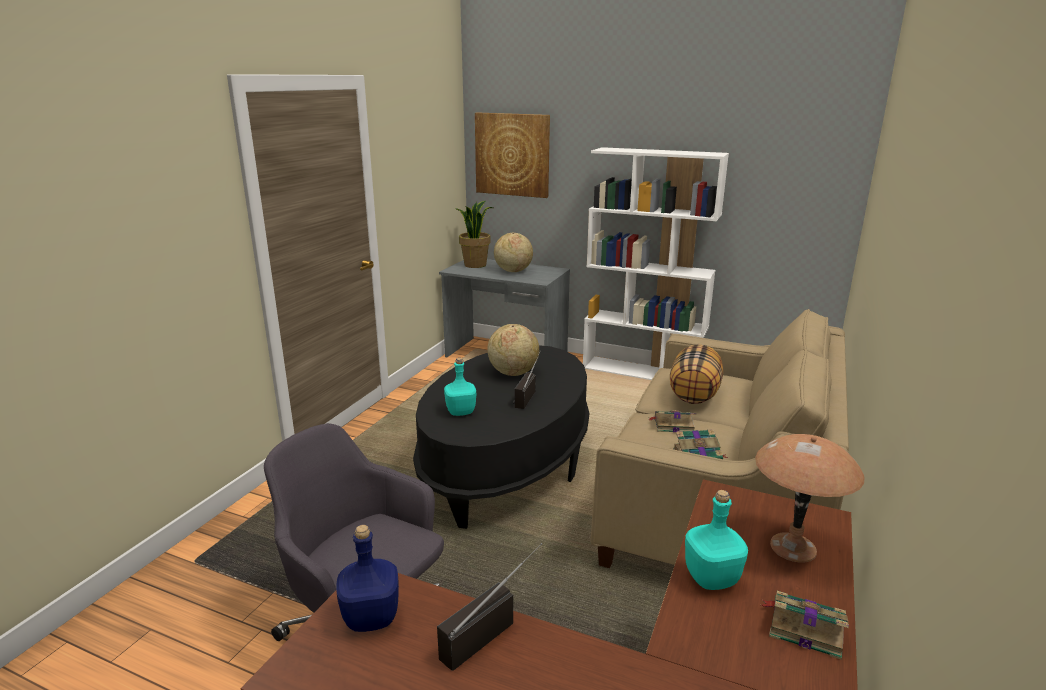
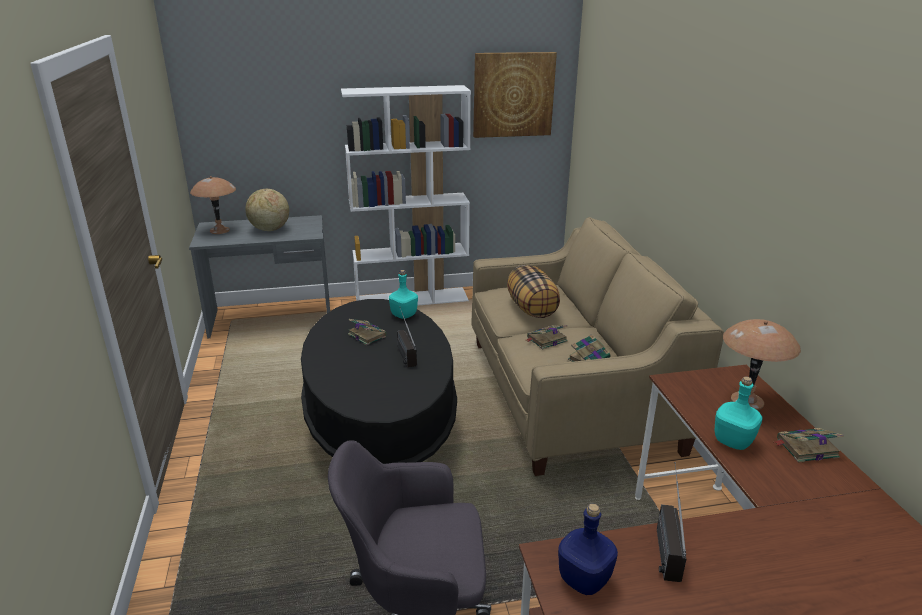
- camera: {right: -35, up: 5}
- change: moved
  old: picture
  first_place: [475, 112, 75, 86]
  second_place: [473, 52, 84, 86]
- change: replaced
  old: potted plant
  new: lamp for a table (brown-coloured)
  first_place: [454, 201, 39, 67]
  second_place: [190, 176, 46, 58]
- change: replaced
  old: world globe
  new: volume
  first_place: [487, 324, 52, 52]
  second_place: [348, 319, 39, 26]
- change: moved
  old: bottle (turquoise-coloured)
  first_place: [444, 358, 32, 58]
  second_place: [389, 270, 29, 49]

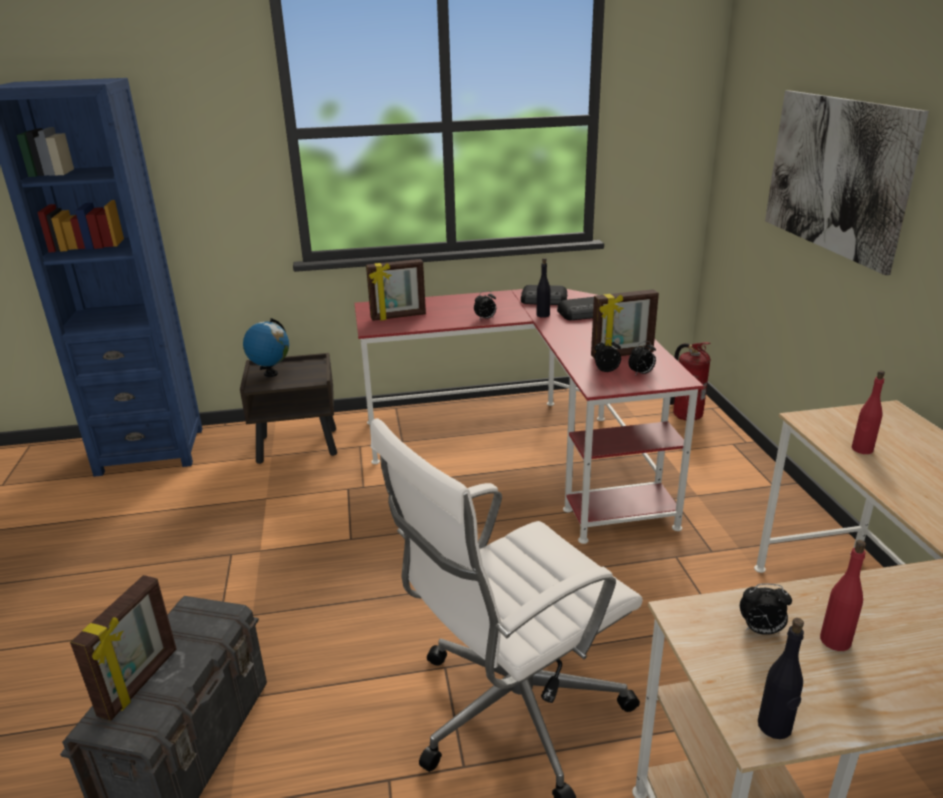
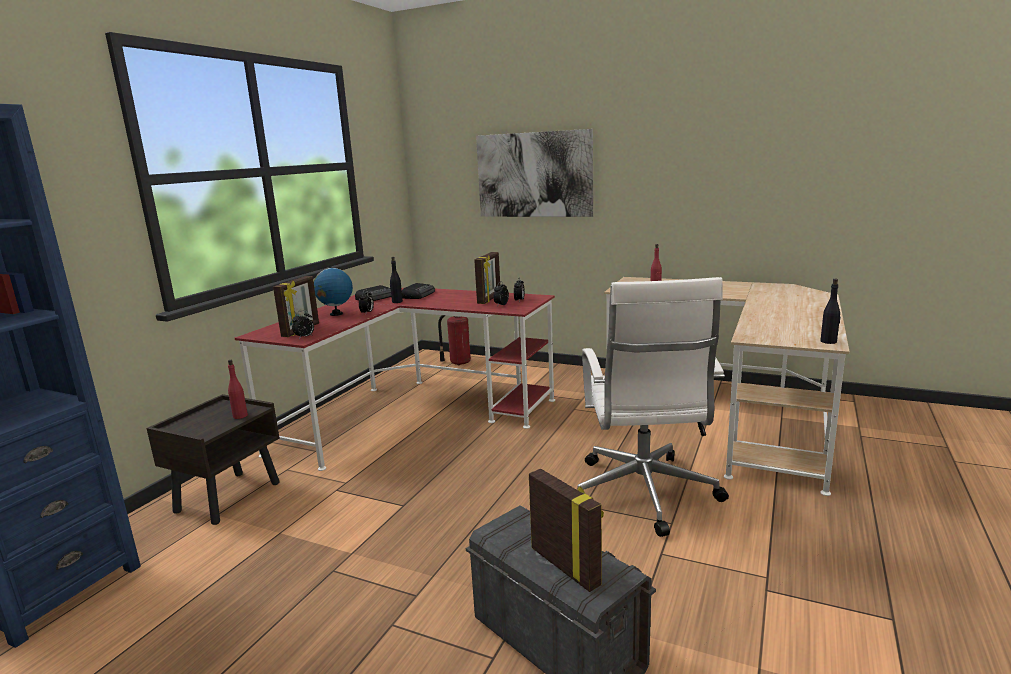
- camera: {right: -55, up: -10}
- change: moved
  old: world globe
  first_place: [243, 318, 46, 59]
  second_place: [314, 265, 39, 51]
- change: moved
  old: bottle (red)
  first_place: [820, 540, 46, 111]
  second_place: [228, 360, 20, 59]
- change: moved
  old: table clock
  first_place: [740, 583, 52, 52]
  second_place: [292, 310, 22, 29]

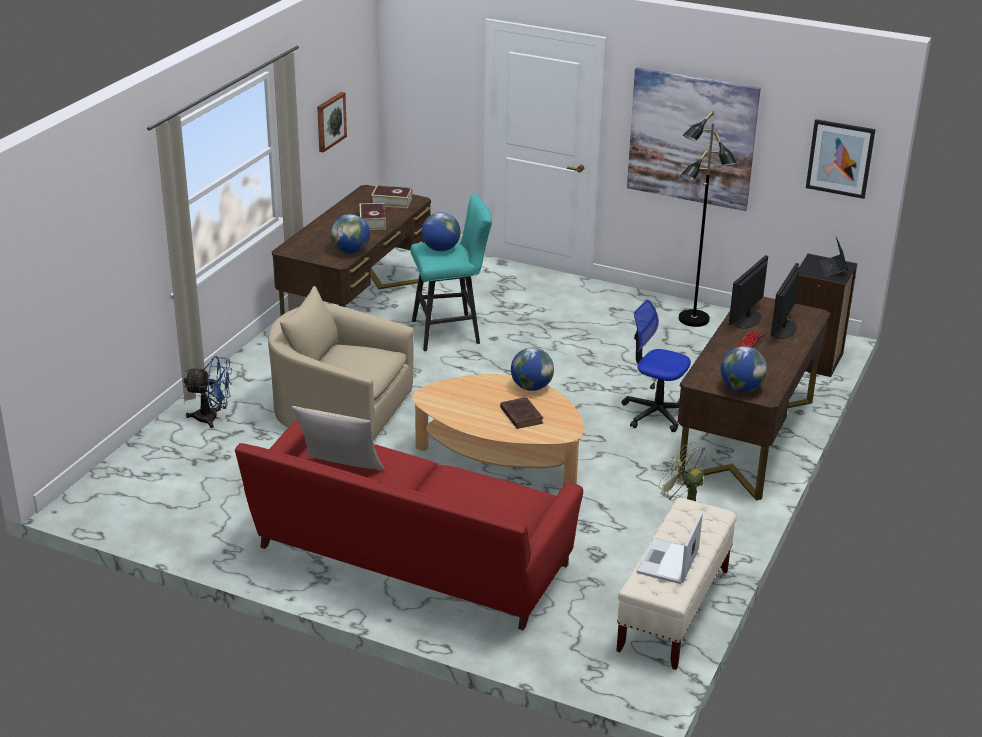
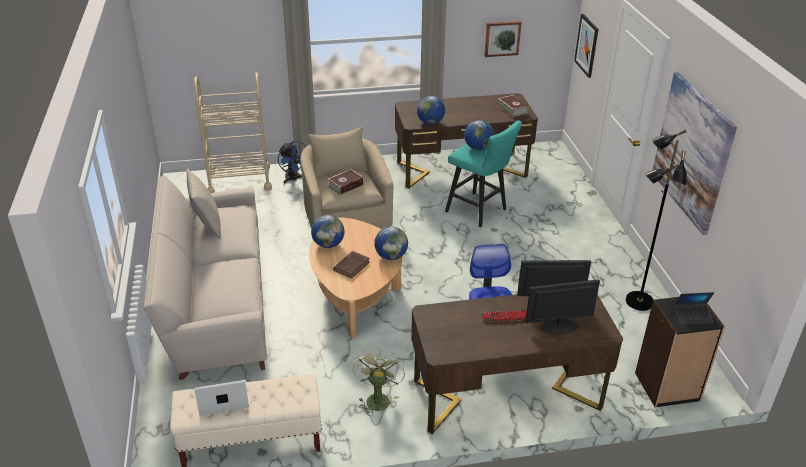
- camera: {right: 55, up: 5}
- change: moved
  old: picture
  first_place: [806, 119, 70, 80]
  second_place: [574, 14, 24, 64]
- change: moved
  old: volume
  first_place: [360, 203, 26, 27]
  second_place: [328, 169, 36, 26]
- change: turned
  old: notebook computer
  first_place: [819, 237, 29, 40]
  second_place: [674, 292, 40, 33]
  degrees: -150
- change: moved
  old: world globe
  first_place: [721, 346, 46, 46]
  second_place: [311, 215, 33, 33]
- change: recoloured
  old: settee (red)
  new: settee (beige)
  first_place: [235, 420, 348, 210]
  second_place: [143, 176, 124, 204]
- change: added
  new: trolley (beige)
  second_place: [194, 72, 78, 121]

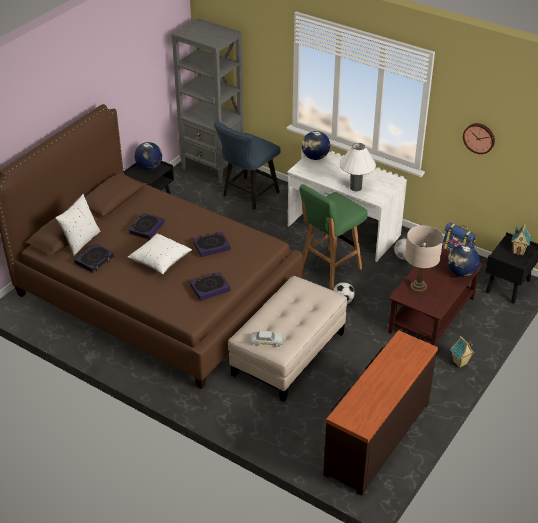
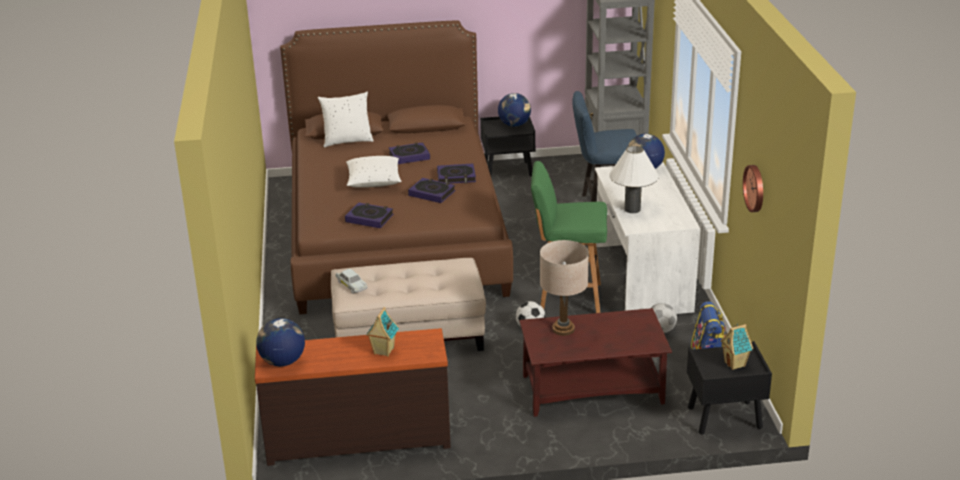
- camera: {right: 50, up: -10}
- change: moved
  old: volume
  first_place: [74, 244, 41, 29]
  second_place: [437, 164, 39, 20]
- change: moved
  old: world globe
  first_place: [447, 245, 33, 32]
  second_place: [256, 318, 49, 48]
- change: moved
  old: miniature house
  first_place: [451, 336, 24, 32]
  second_place: [366, 307, 33, 50]

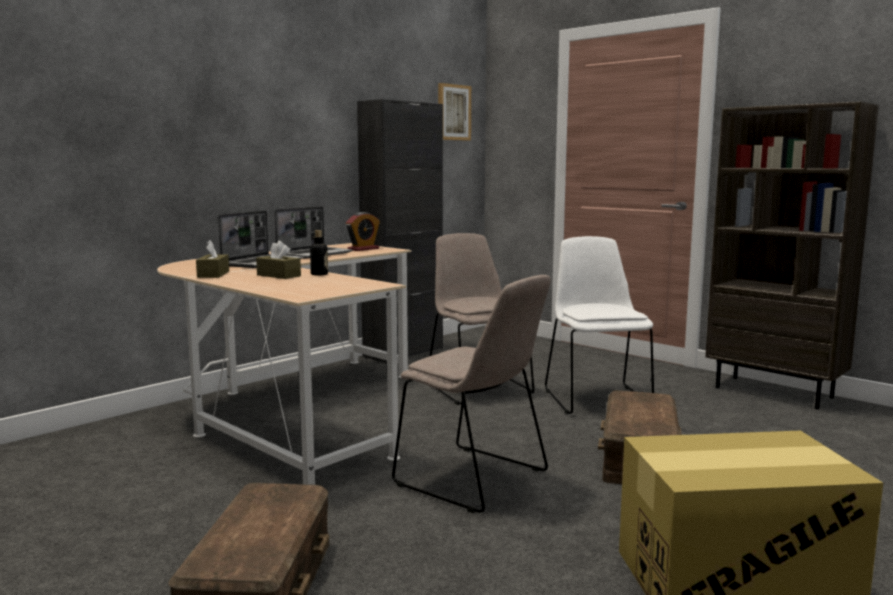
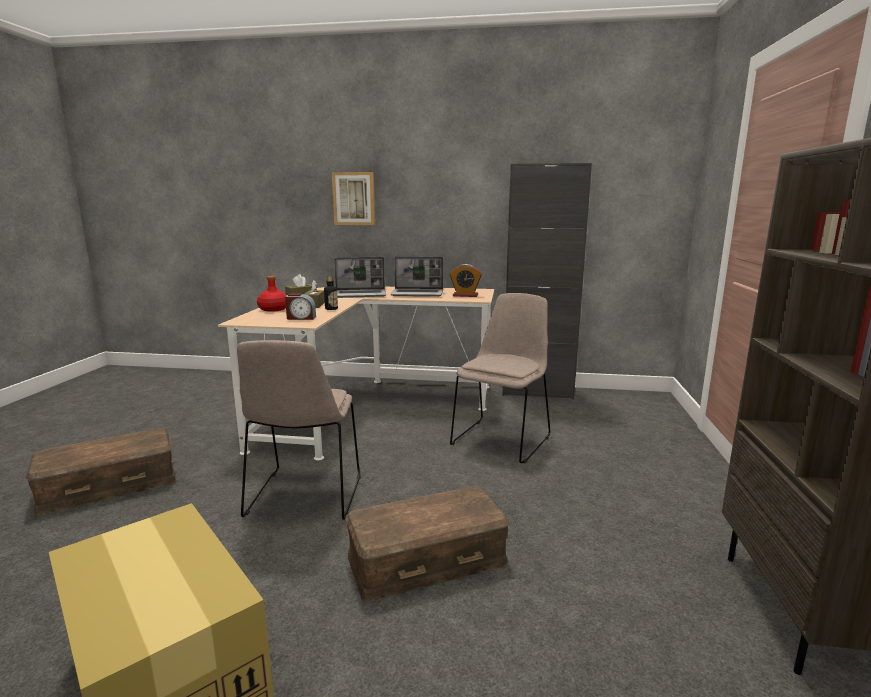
- camera: {right: 55, up: 5}
- change: moved
  old: picture
  first_place: [438, 83, 33, 58]
  second_place: [332, 172, 43, 53]
- change: removed
  old: upright chair (white)
  first_place: [545, 236, 109, 178]
- change: added
  new: bottle (red)
  second_place: [257, 276, 30, 36]
- change: added
  new: table clock
  second_place: [285, 294, 31, 26]

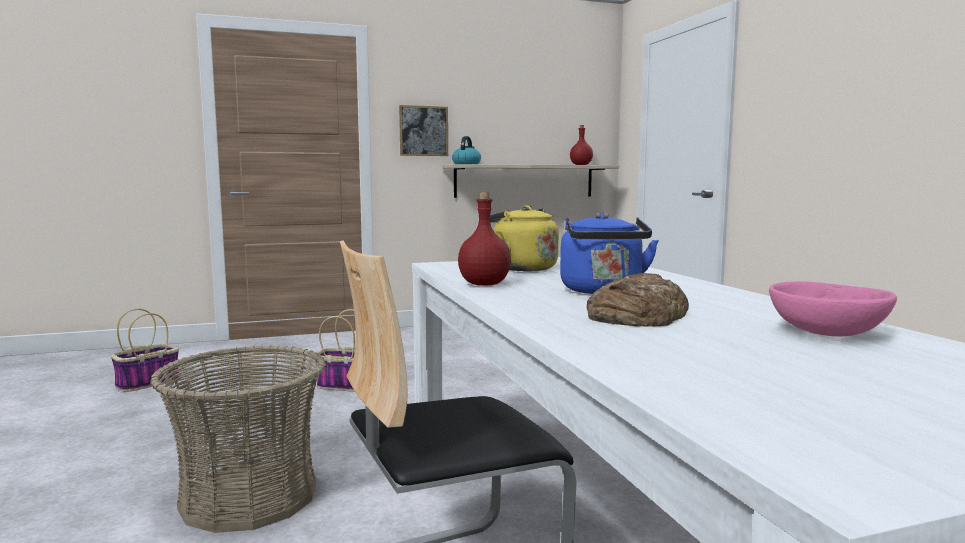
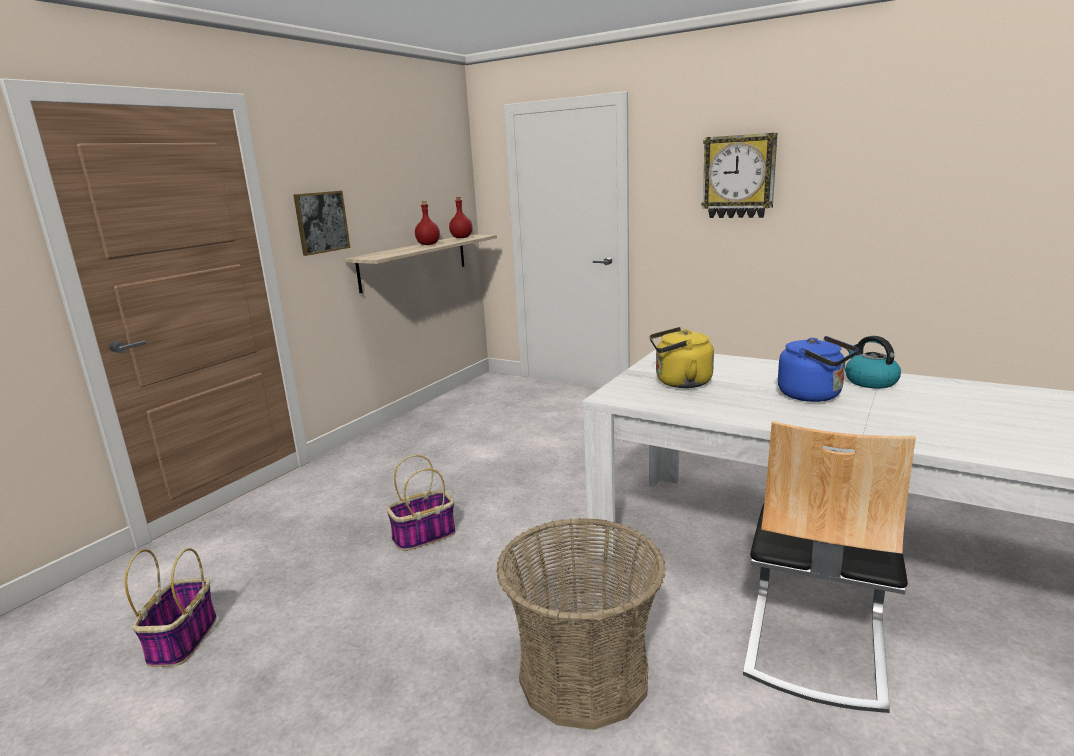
- camera: {right: -40, up: 10}
- change: moved
  old: tea kettle
  first_place: [452, 136, 29, 28]
  second_place: [845, 336, 56, 53]
- change: moved
  old: bottle (red)
  first_place: [458, 192, 53, 94]
  second_place: [415, 201, 25, 44]
- change: removed
  old: bakery bread
  first_place: [587, 273, 102, 54]
- change: removed
  old: serving bowl (pink-coloured)
  first_place: [769, 281, 128, 55]
- change: added
  new: wall clock
  second_place: [701, 133, 76, 85]

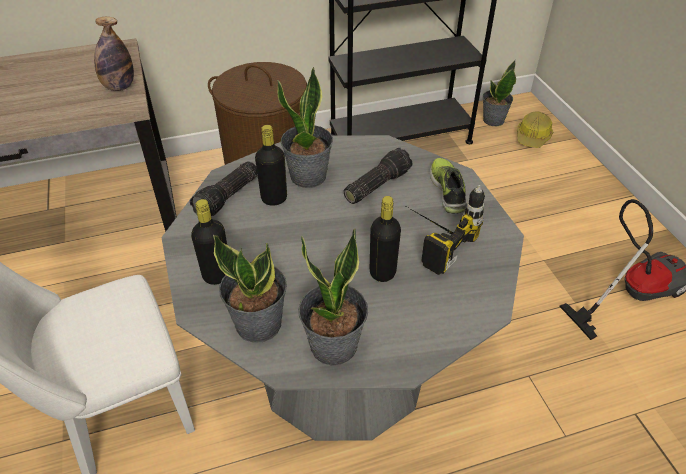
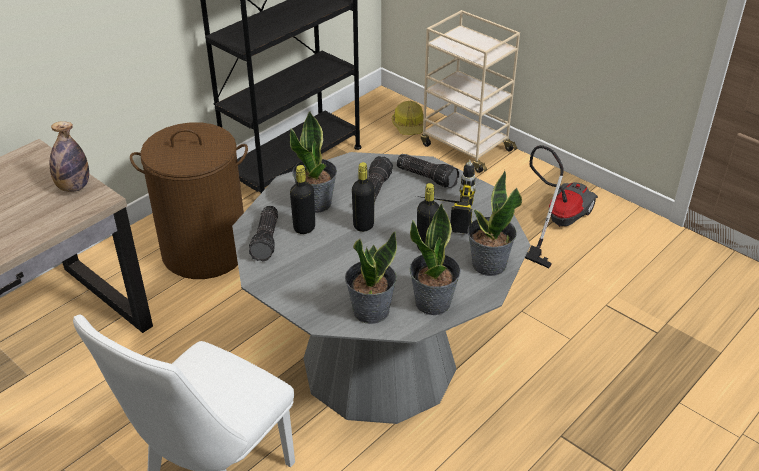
- camera: {right: -30, up: -5}
- change: moved
  old: potted plant
  first_place: [483, 60, 33, 66]
  second_place: [467, 170, 55, 106]
- change: replaced
  old: shoe
  new: flashlight
  first_place: [430, 158, 36, 56]
  second_place: [397, 154, 63, 34]
- change: moved
  old: bottle (black)
  first_place: [191, 199, 36, 86]
  second_place: [352, 162, 23, 70]
- change: added
  new: trolley (beige)
  second_place: [421, 10, 99, 163]

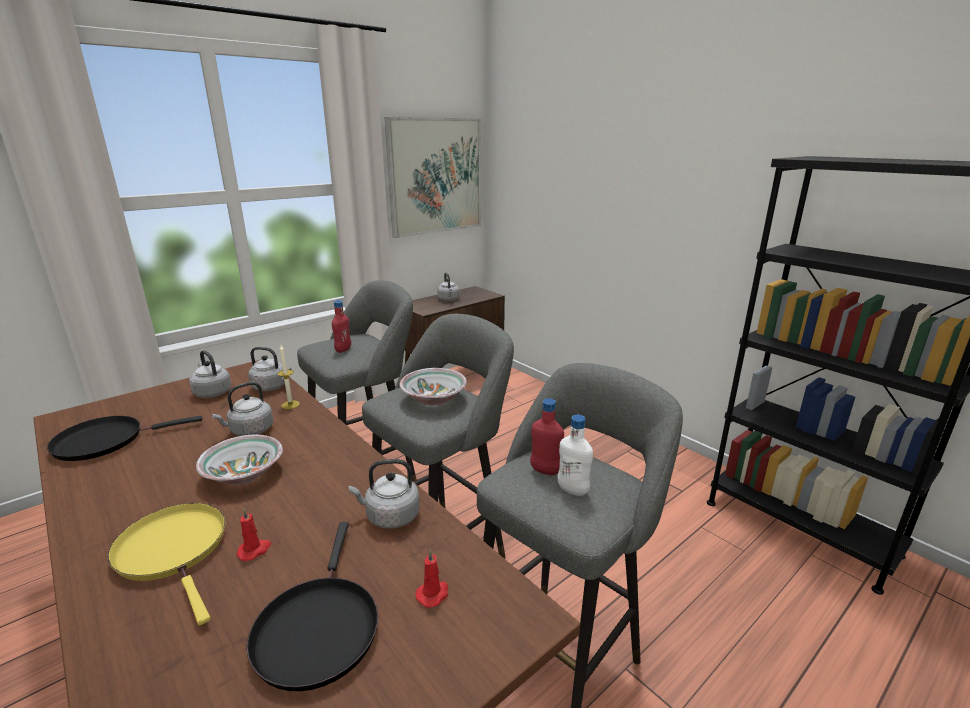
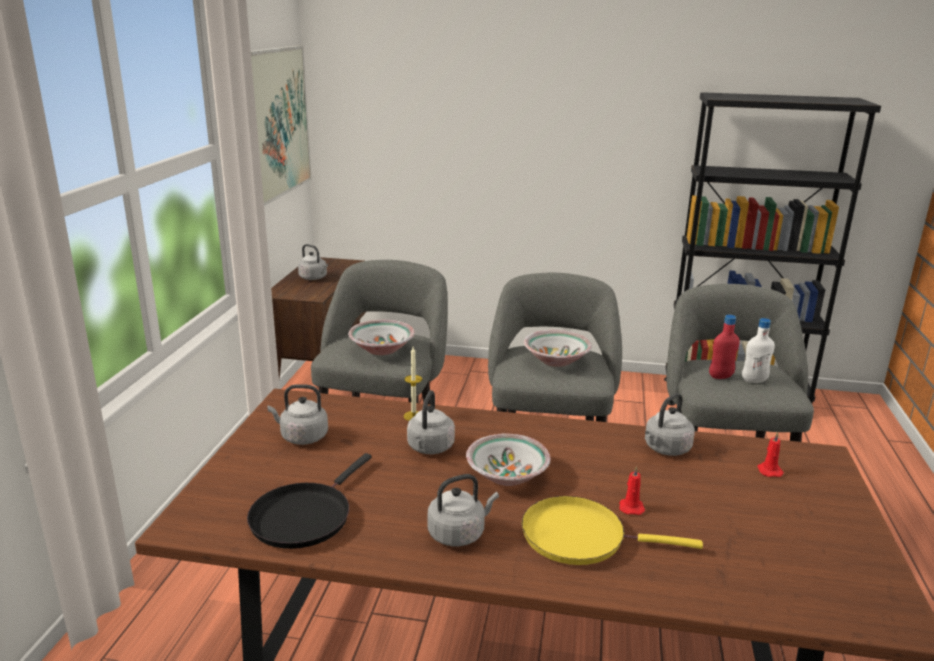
- camera: {right: -40, up: 0}
- change: replaced
  old: bottle (red)
  new: serving bowl
  first_place: [332, 300, 19, 53]
  second_place: [348, 320, 67, 35]
- change: moved
  old: tea kettle (gray)
  first_place: [248, 347, 43, 44]
  second_place: [428, 474, 71, 72]
- change: removed
  old: skillet (black)
  first_place: [246, 522, 132, 169]

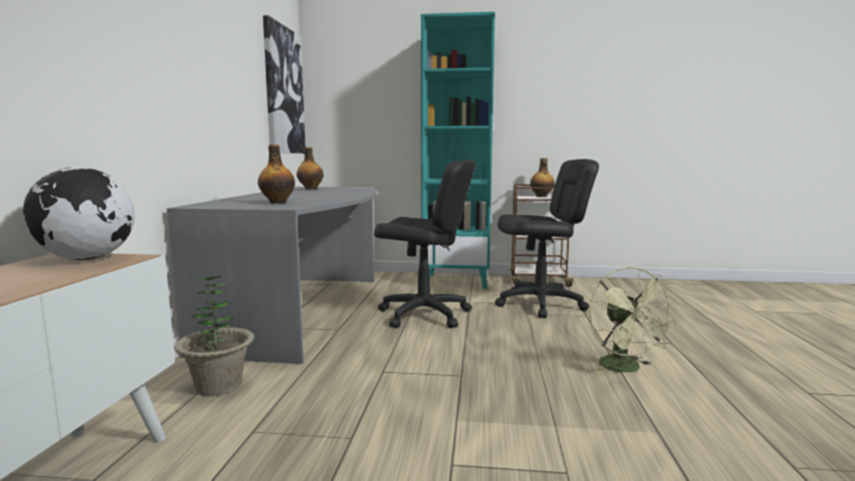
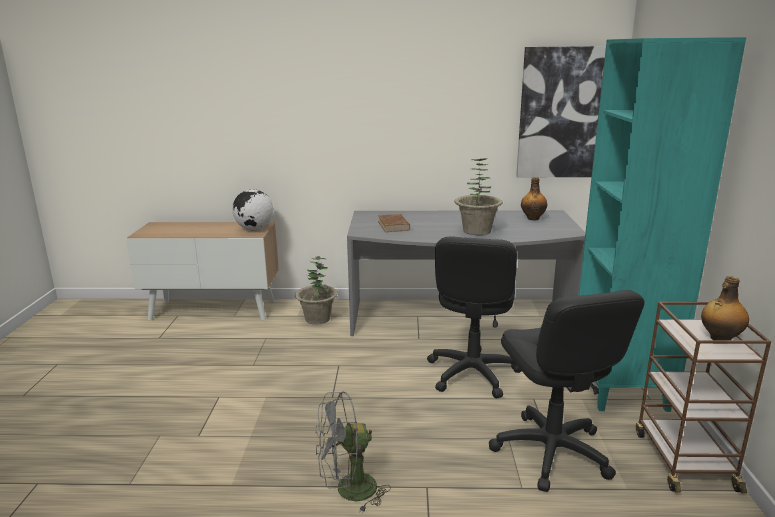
- camera: {right: 85, up: 10}
- change: replaced
  old: bottle
  new: volume (brown-coloured)
  first_place: [258, 145, 37, 59]
  second_place: [378, 214, 32, 18]
- change: recoloured
  old: cooling fan (green-coloured)
  new: cooling fan (gray)
  first_place: [589, 267, 89, 107]
  second_place: [315, 391, 76, 122]
- change: added
  new: potted plant
  second_place: [454, 159, 49, 76]

